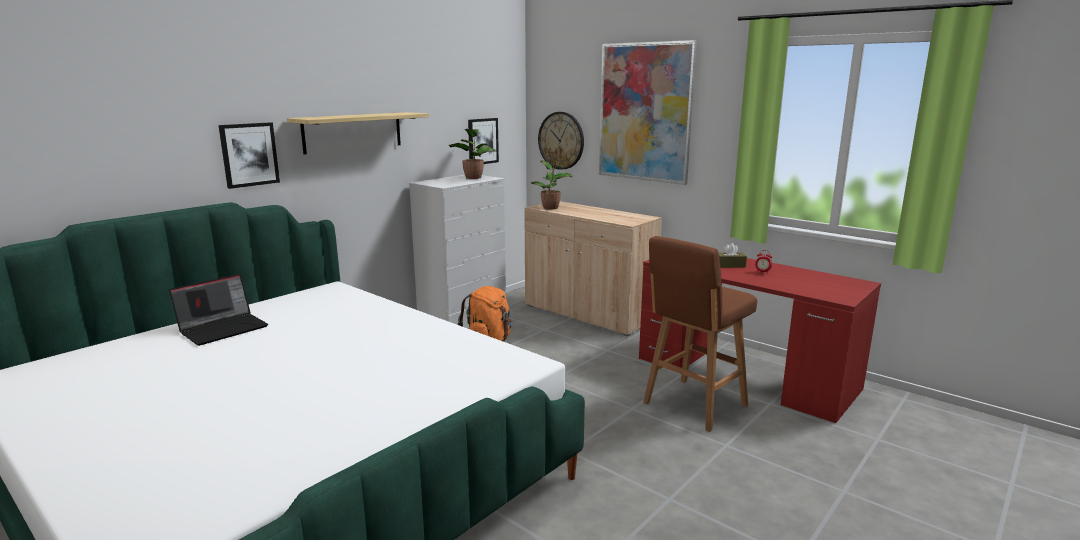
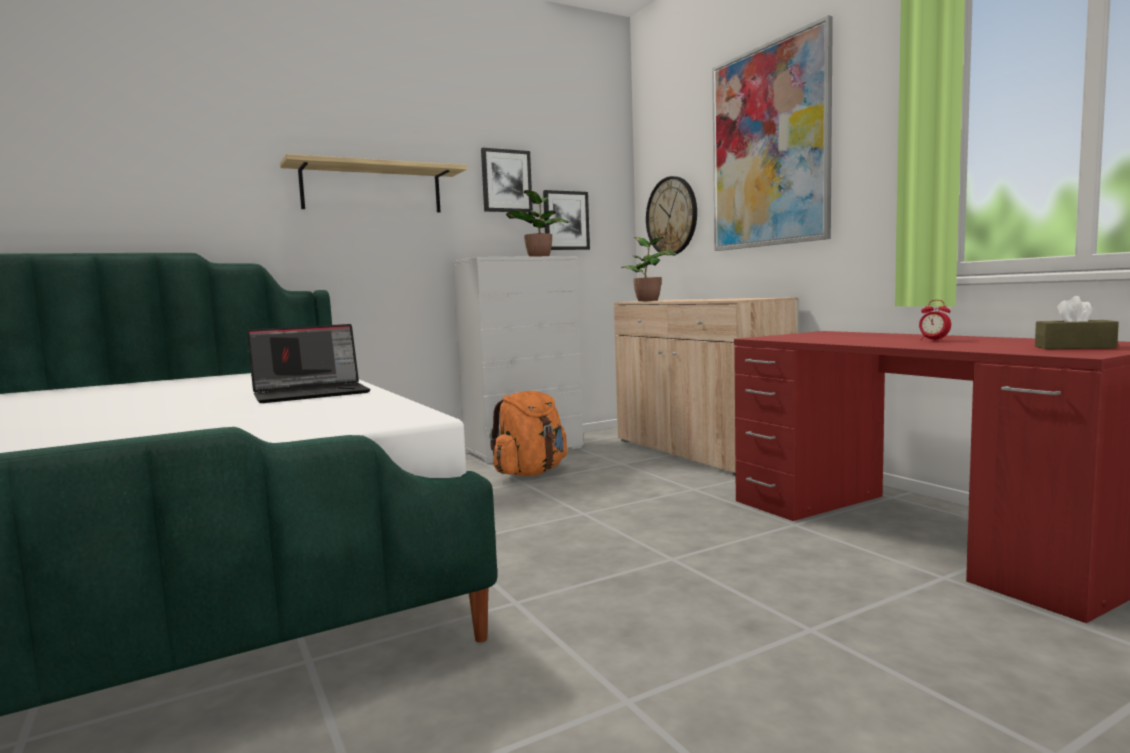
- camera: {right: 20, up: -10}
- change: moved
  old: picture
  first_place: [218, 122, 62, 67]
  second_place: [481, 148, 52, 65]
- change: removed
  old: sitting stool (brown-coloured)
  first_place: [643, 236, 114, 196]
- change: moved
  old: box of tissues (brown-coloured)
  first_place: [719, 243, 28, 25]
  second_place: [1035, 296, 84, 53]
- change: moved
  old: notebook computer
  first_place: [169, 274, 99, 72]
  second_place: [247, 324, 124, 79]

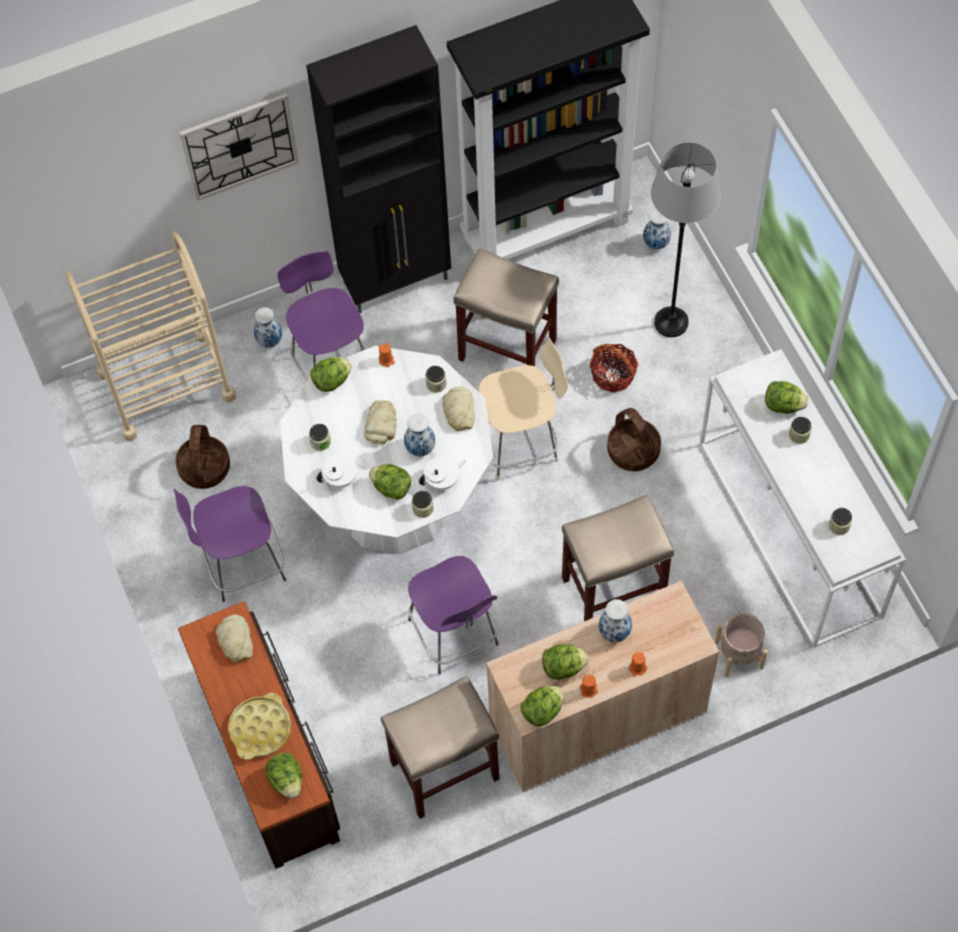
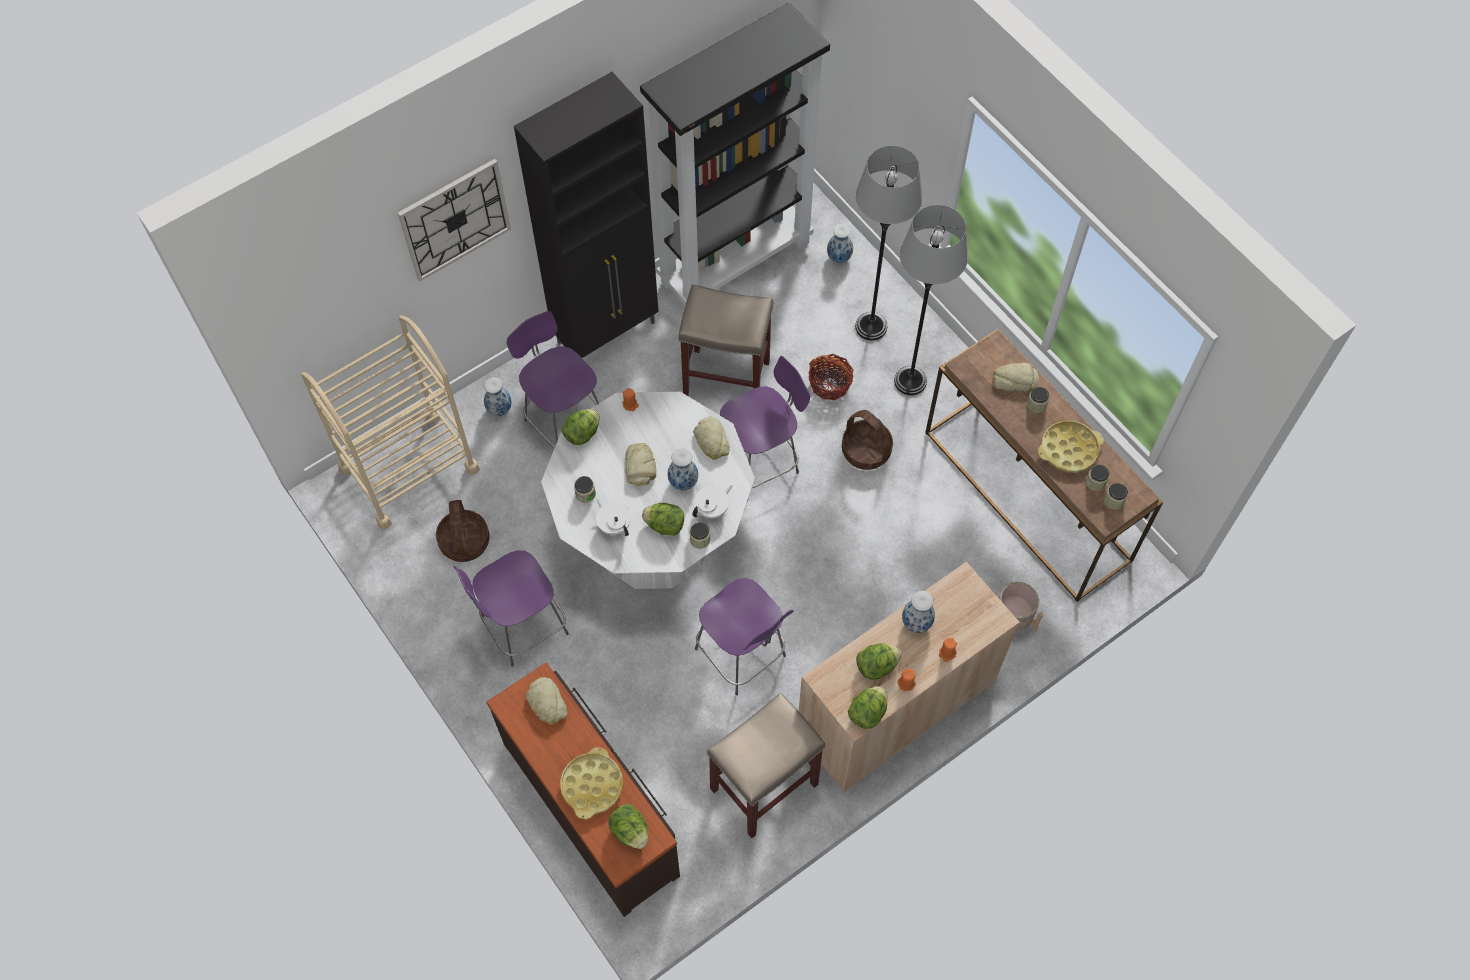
- camera: {right: -15, up: 0}
- change: recoloured
  old: upright chair (beige)
  new: upright chair (purplish)
  first_place: [479, 337, 89, 143]
  second_place: [720, 356, 90, 145]
- change: recoloured
  old: console table (white)
  new: console table (brown-coloured)
  first_place: [700, 349, 206, 299]
  second_place: [925, 329, 238, 273]
- change: moved
  old: preserve jar
  first_place: [425, 366, 21, 27]
  second_place: [1104, 483, 24, 27]
- change: replaced
  old: lettuce
  new: bakery bread
  first_place: [765, 381, 44, 33]
  second_place: [993, 363, 46, 29]
- change: turned
  old: tea pot (white)
  first_place: [317, 454, 47, 34]
  second_place: [596, 499, 35, 37]
  degrees: -90
- change: removed
  old: sitting stool (beige)
  first_place: [562, 495, 112, 126]
- change: added
  new: standard lamp (gray)
  second_place: [894, 205, 74, 190]
- change: added
  new: tray (yellow-coloured)
  second_place: [1038, 420, 65, 53]

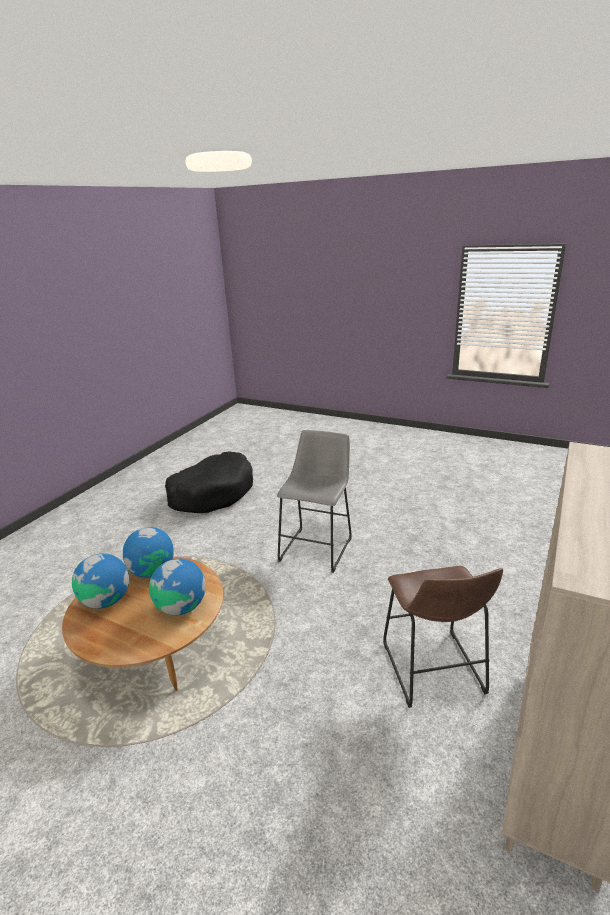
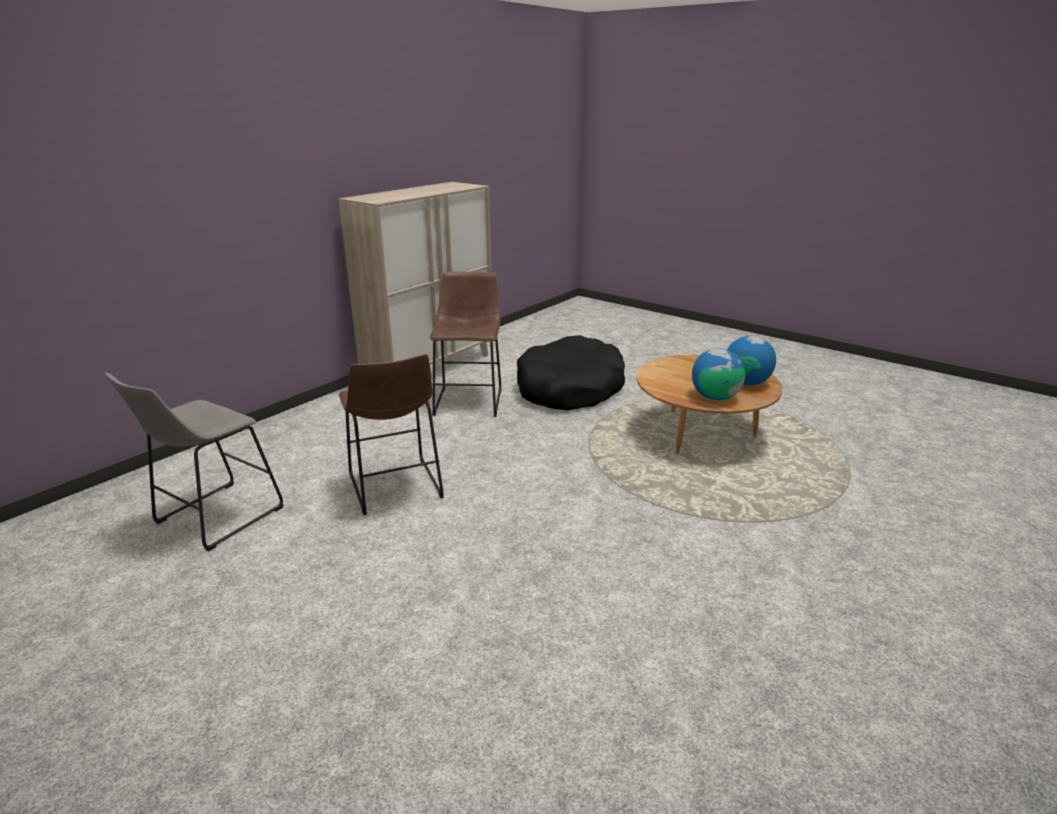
- camera: {right: -170, up: 0}
- change: moved
  old: sitting stool (gray)
  first_place: [277, 430, 75, 143]
  second_place: [105, 372, 179, 180]
- change: moved
  old: dog cushion (black)
  first_place: [165, 452, 88, 61]
  second_place: [517, 335, 108, 75]
- change: removed
  old: world globe
  first_place: [149, 559, 57, 57]
- change: added
  new: sitting stool (brown-coloured)
  second_place: [339, 354, 105, 162]

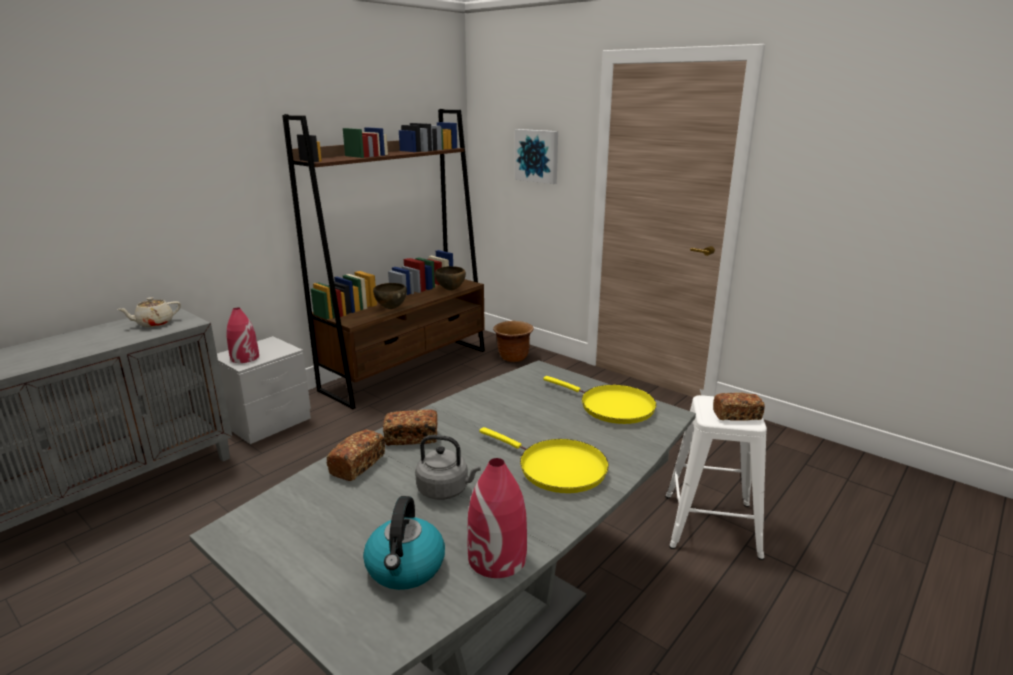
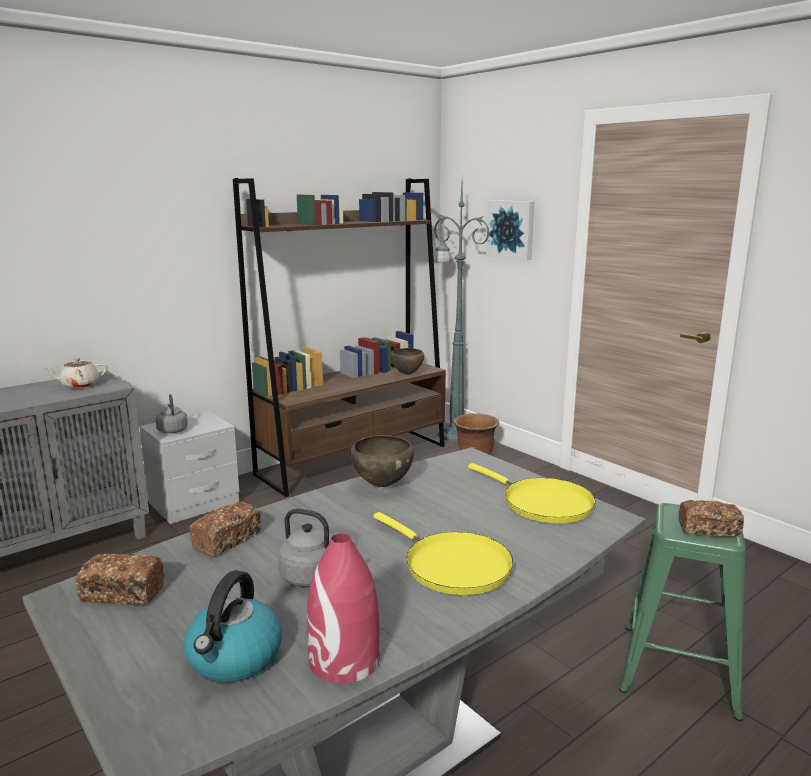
- camera: {right: 10, up: -5}
- change: moved
  old: serving bowl (brown-coloured)
  first_place: [373, 283, 34, 26]
  second_place: [351, 435, 63, 52]
- change: replaced
  old: flower vase (red)
  new: tea kettle (gray)
  first_place: [227, 308, 32, 55]
  second_place: [155, 394, 33, 40]
- change: recoloured
  old: sitting stool (white)
  new: sitting stool (green-coloured)
  first_place: [665, 395, 102, 165]
  second_place: [619, 503, 127, 218]
- change: moved
  old: bakery bread
  first_place: [383, 409, 55, 37]
  second_place: [75, 554, 89, 51]
- change: added
  new: standard lamp (green-coloured)
  second_place: [433, 184, 57, 258]

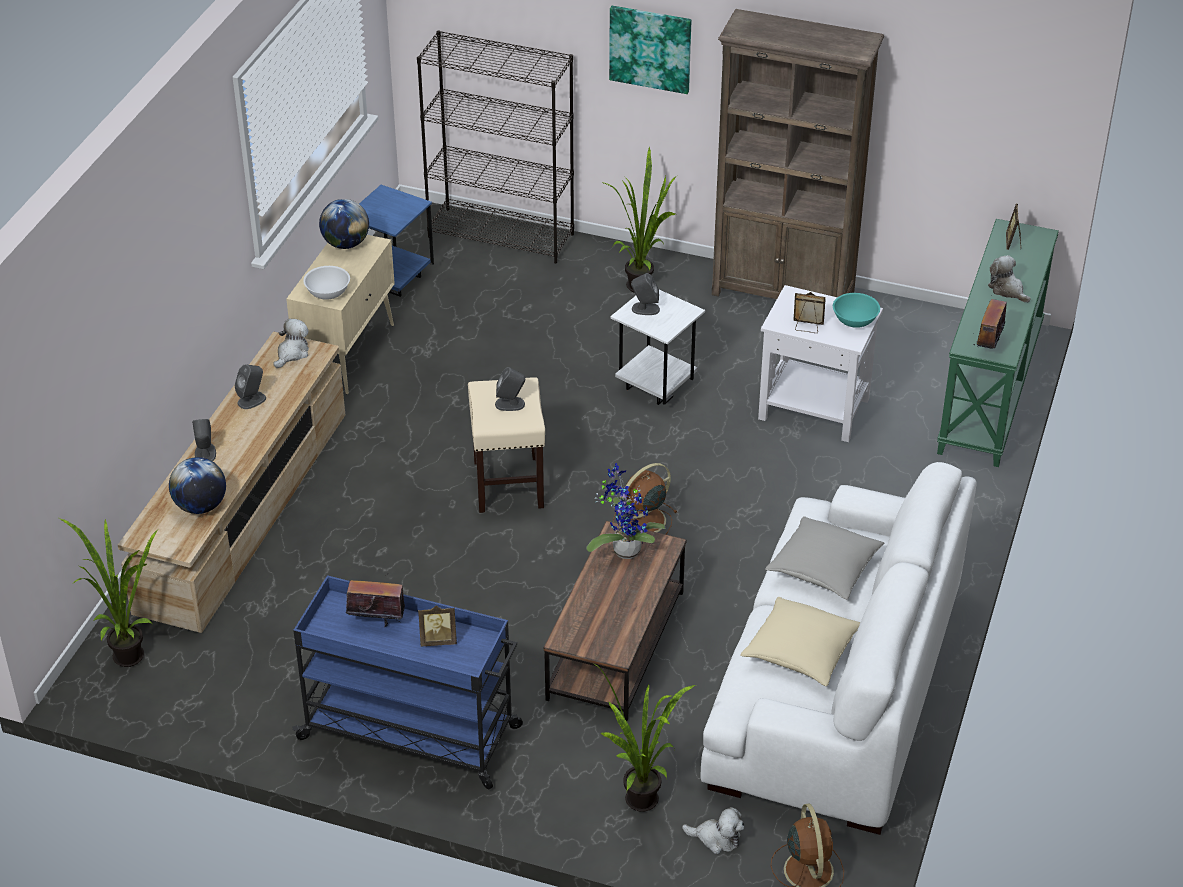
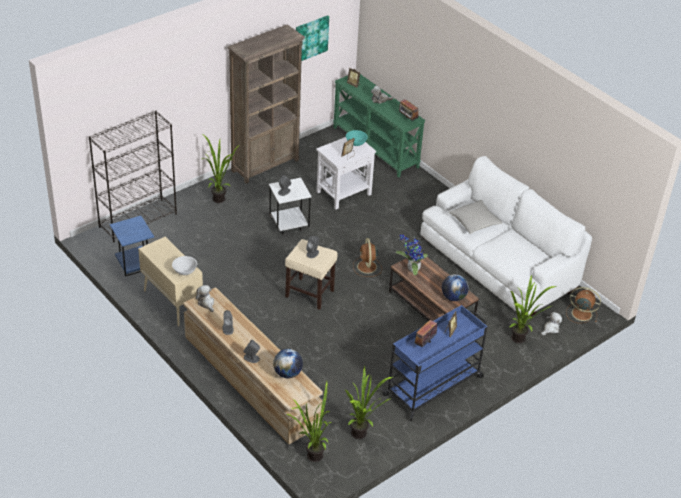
- camera: {right: -60, up: 0}
- change: moved
  old: picture
  first_place: [609, 6, 83, 88]
  second_place: [296, 15, 33, 46]
- change: moved
  old: world globe
  first_place: [319, 199, 50, 50]
  second_place: [442, 274, 27, 27]
- change: removed
  old: cushion (beige)
  first_place: [740, 597, 120, 89]
- change: added
  new: potted plant
  second_place: [345, 365, 48, 74]

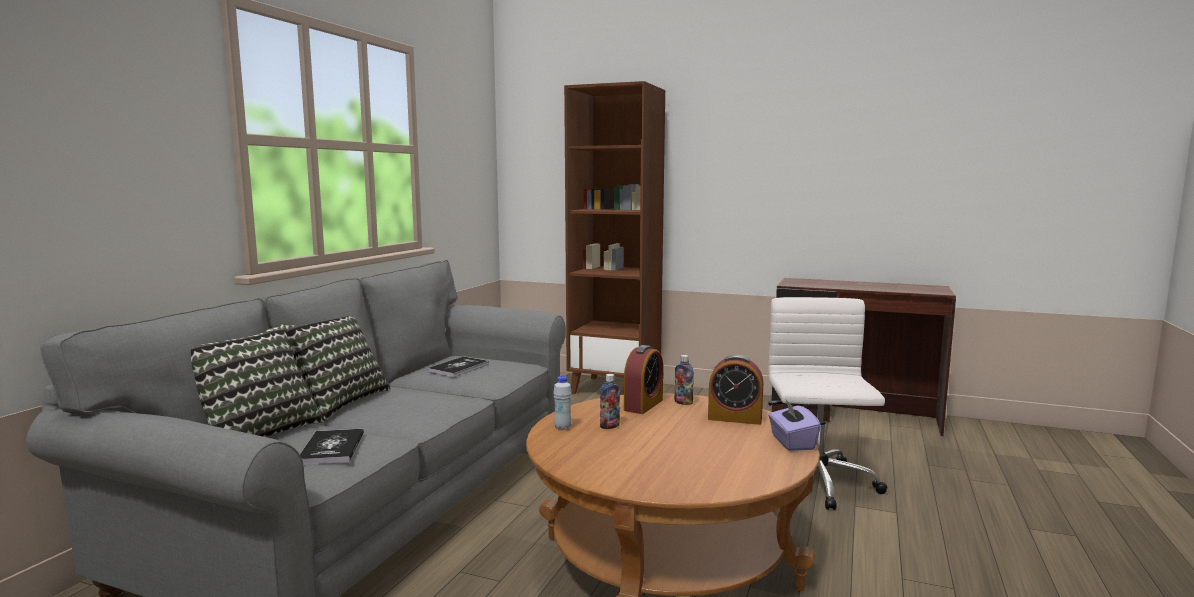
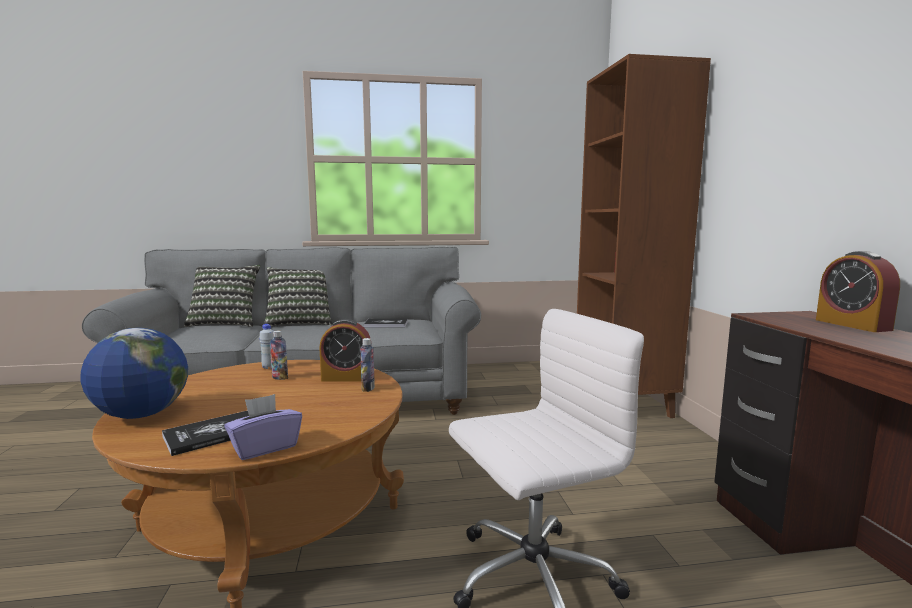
- camera: {right: 60, up: 0}
- change: moved
  old: table clock
  first_place: [708, 355, 55, 70]
  second_place: [816, 251, 84, 81]
- change: moved
  old: volume
  first_place: [300, 429, 64, 36]
  second_place: [162, 411, 87, 45]
- change: added
  new: world globe
  second_place: [81, 328, 107, 91]

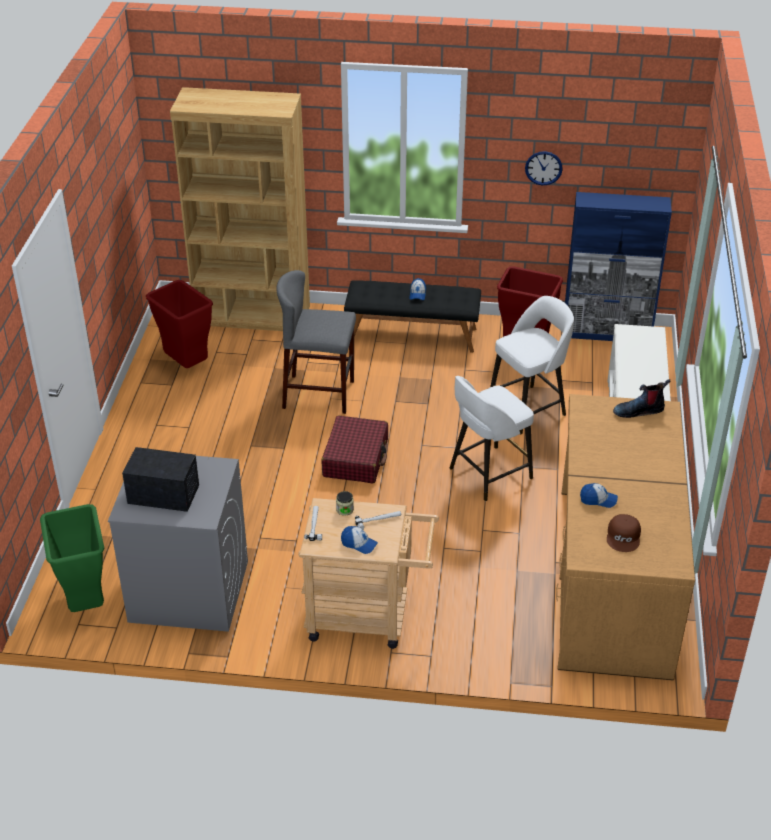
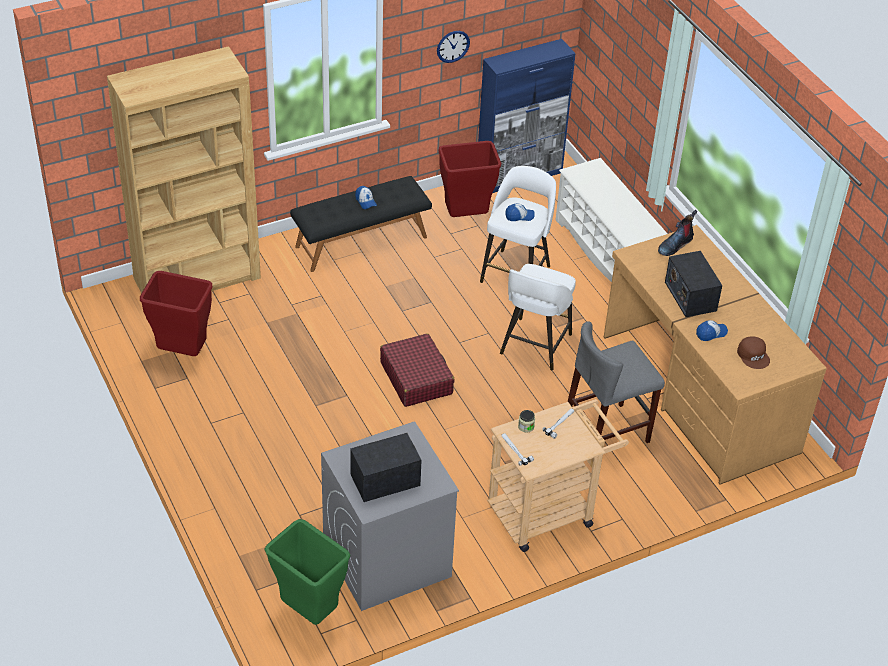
- camera: {right: -35, up: 5}
- change: moved
  old: sitting stool (gray)
  first_place: [277, 270, 79, 144]
  second_place: [568, 321, 97, 122]
- change: moved
  old: cap
  first_place: [341, 526, 37, 28]
  second_place: [505, 204, 30, 17]
- change: added
  new: radio
  second_place: [665, 251, 57, 66]

